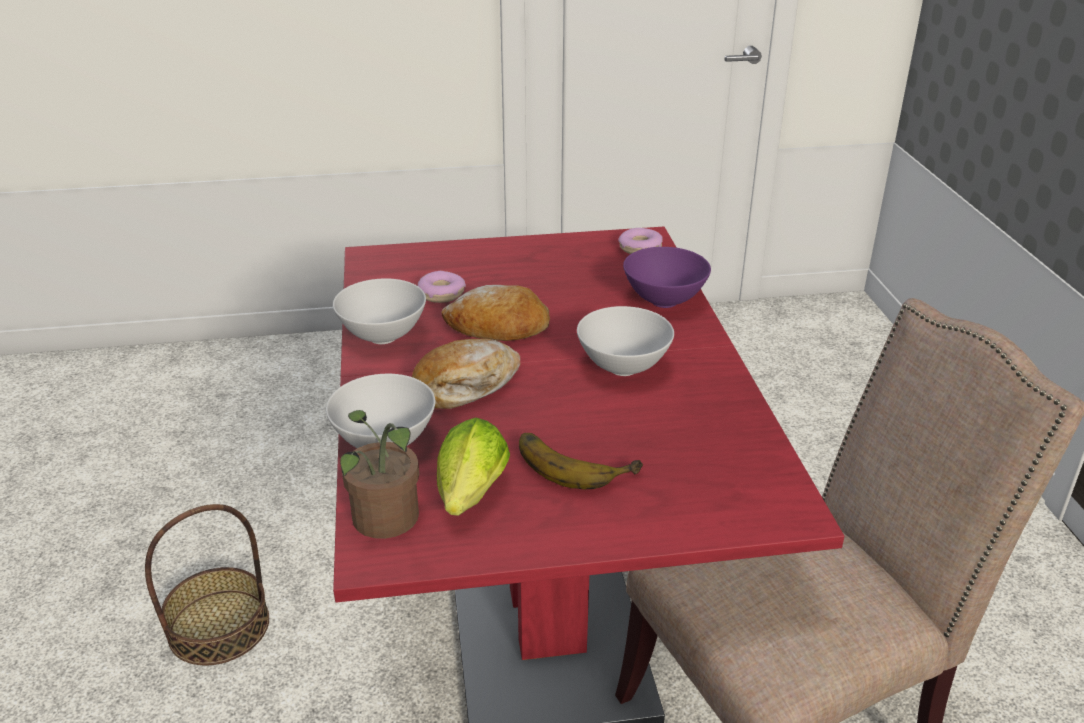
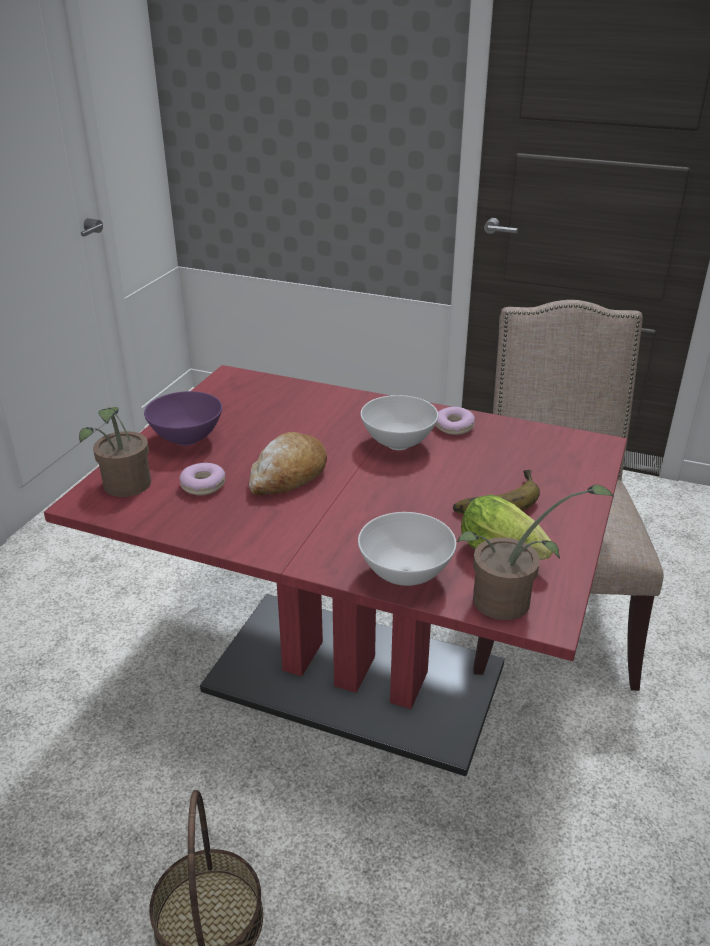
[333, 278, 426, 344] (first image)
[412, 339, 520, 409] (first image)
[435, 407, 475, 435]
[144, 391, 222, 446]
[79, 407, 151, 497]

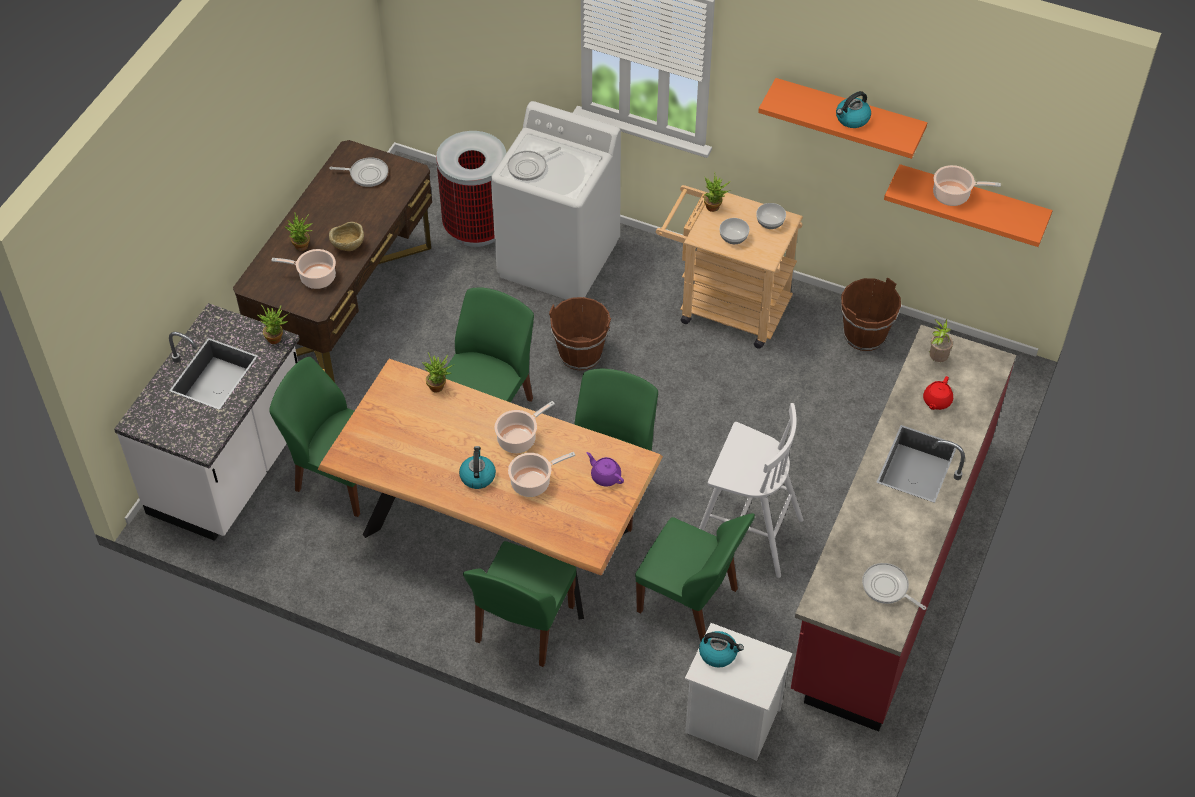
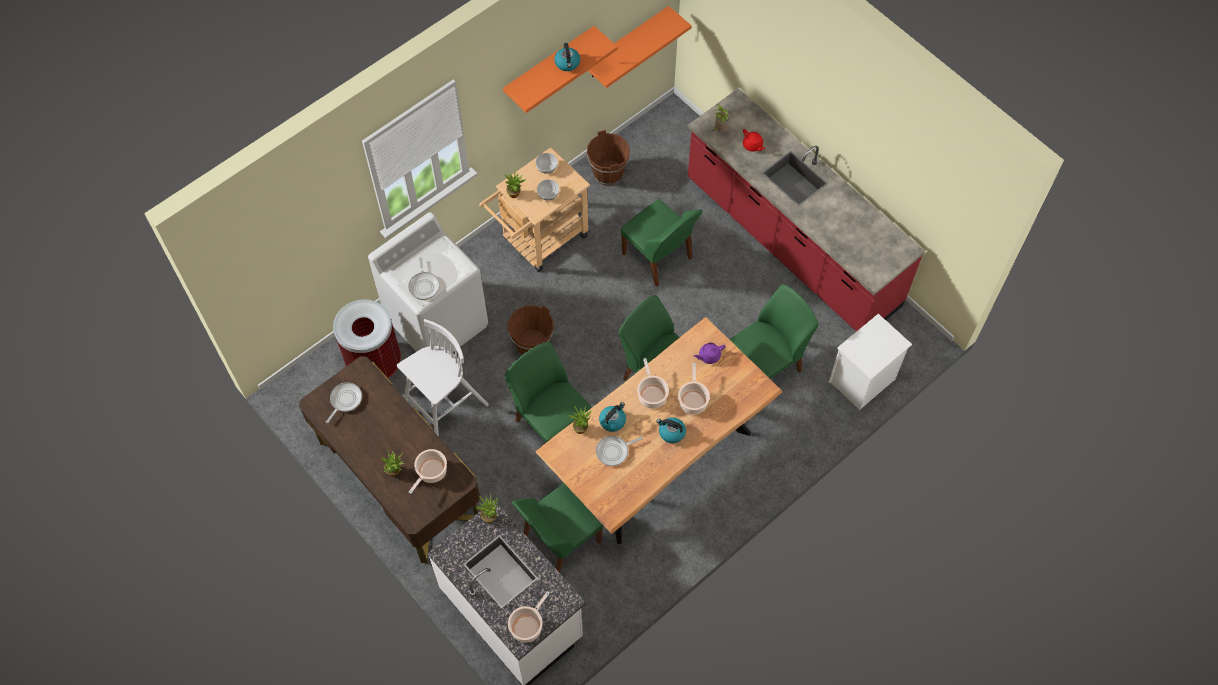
[329, 222, 364, 251] (first image)
[621, 199, 703, 287]
[397, 319, 489, 437]
[599, 402, 626, 432]
[596, 436, 643, 466]
[508, 591, 550, 643]

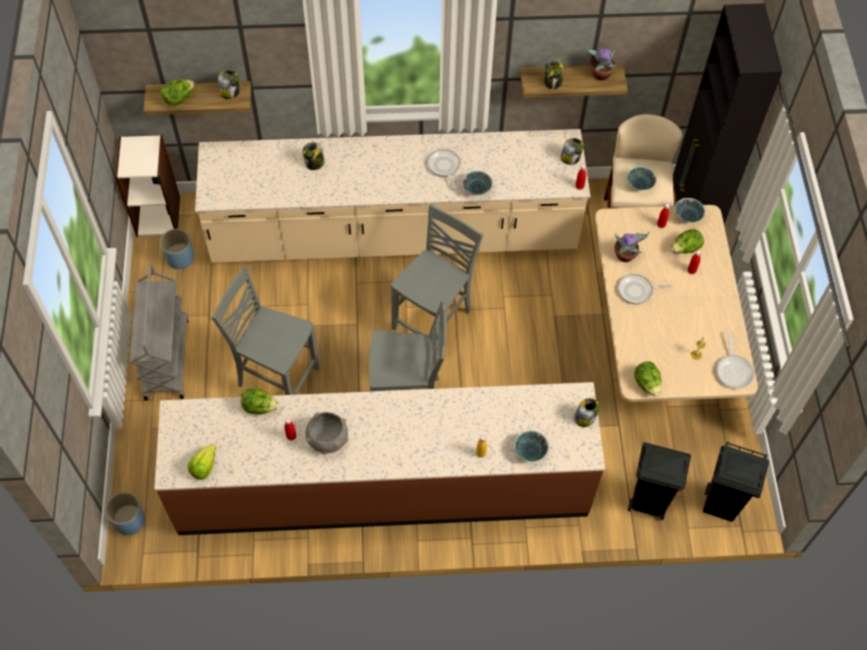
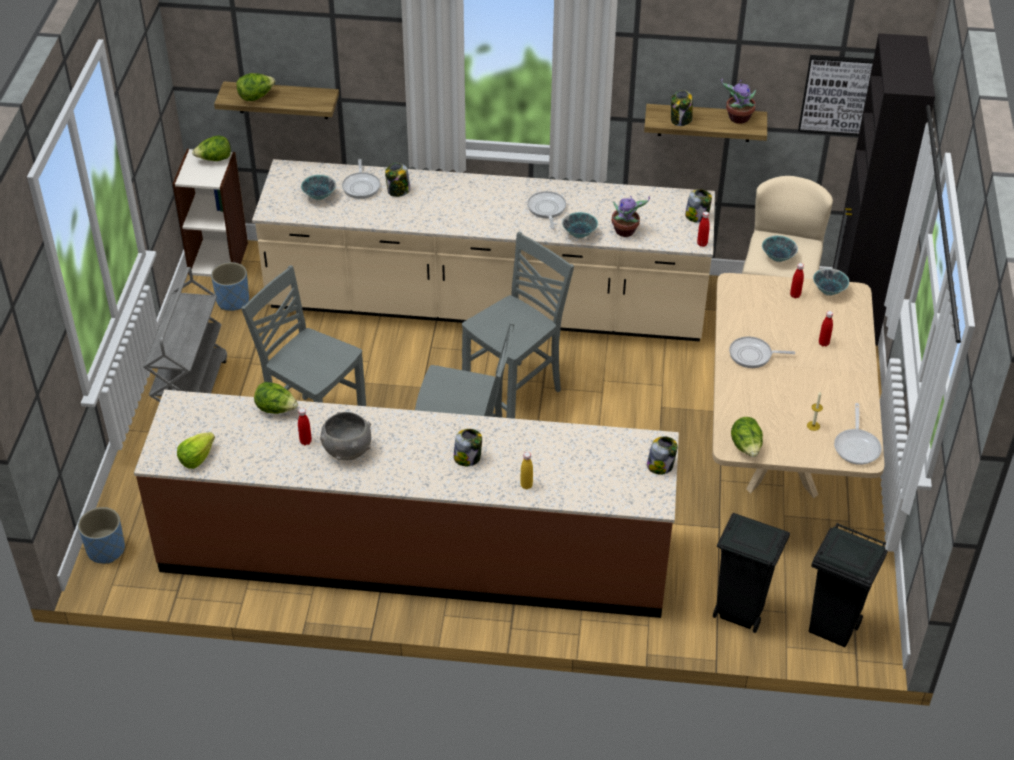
[454, 429, 482, 466]
[301, 175, 336, 201]
[612, 196, 650, 237]
[192, 136, 231, 161]
[342, 159, 381, 199]
[798, 55, 873, 136]

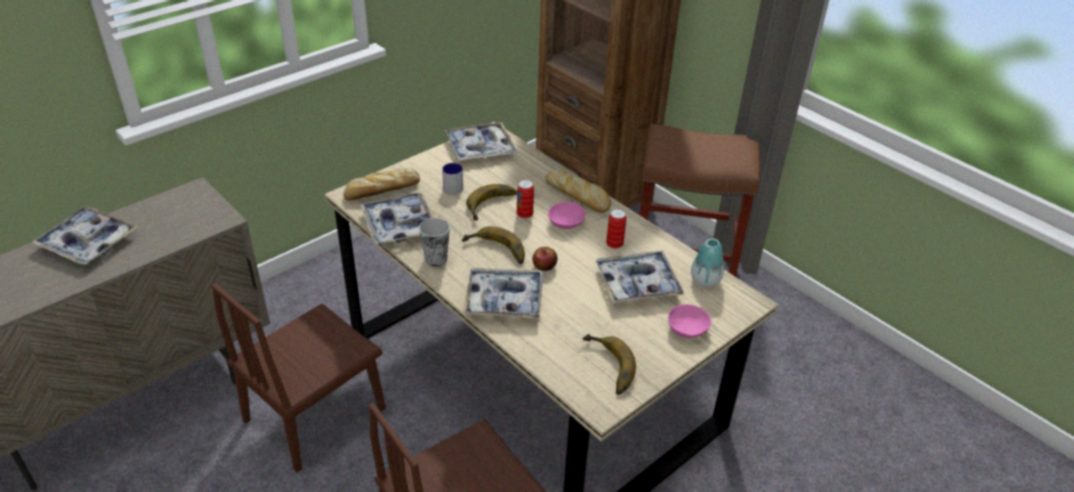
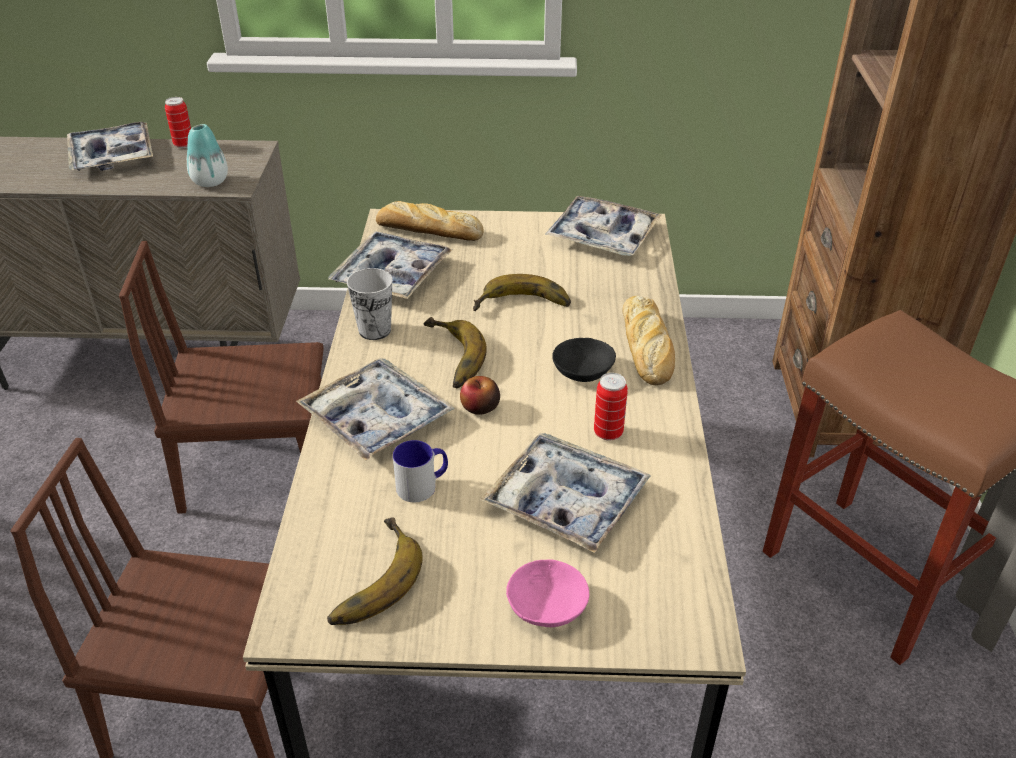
[393, 440, 448, 502]
[165, 97, 191, 148]
[552, 338, 616, 382]
[187, 124, 228, 187]

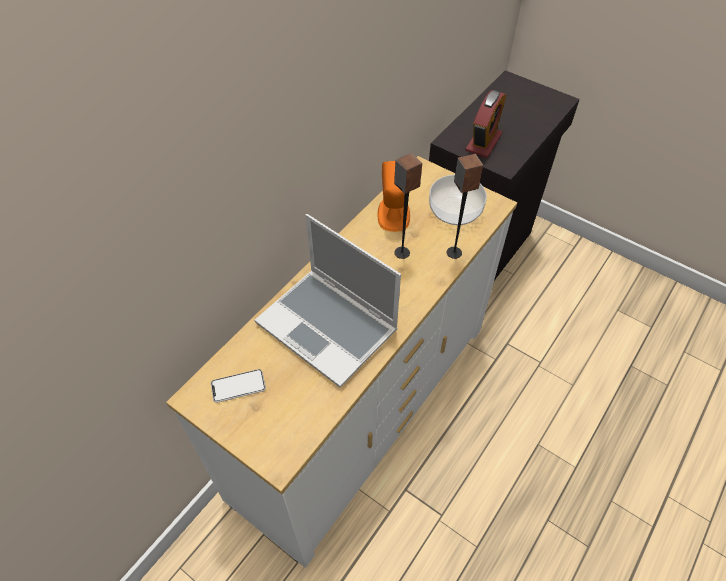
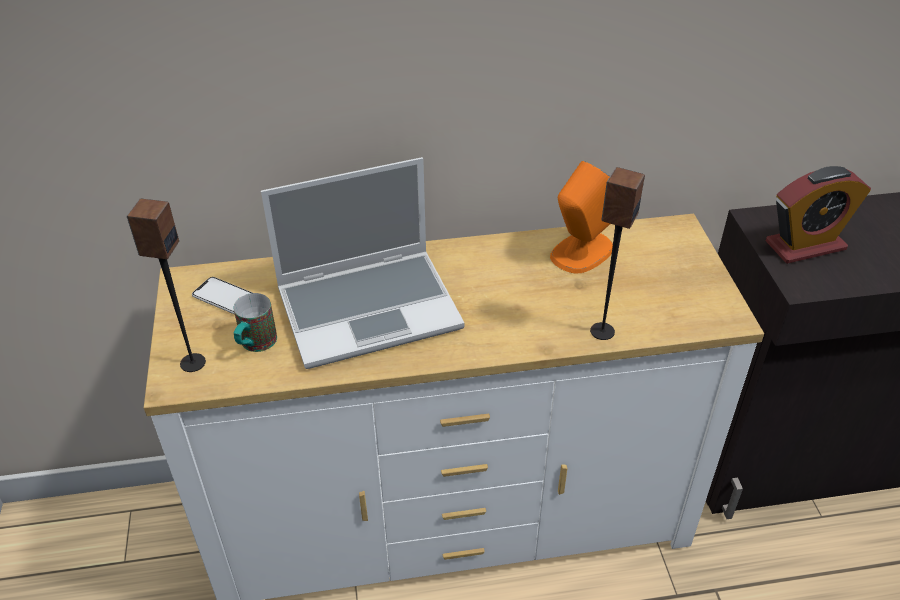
[261, 157, 465, 369]
[127, 199, 206, 372]
[429, 175, 487, 225] (first image)
[234, 293, 277, 352]

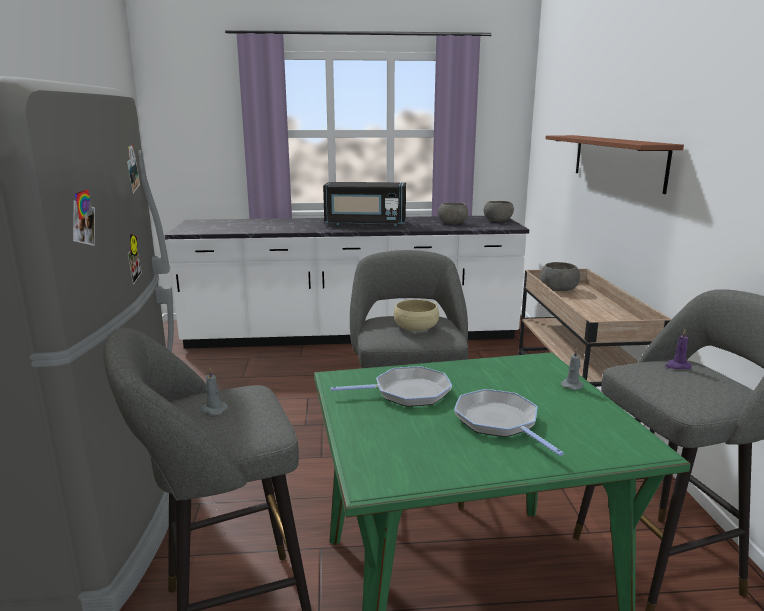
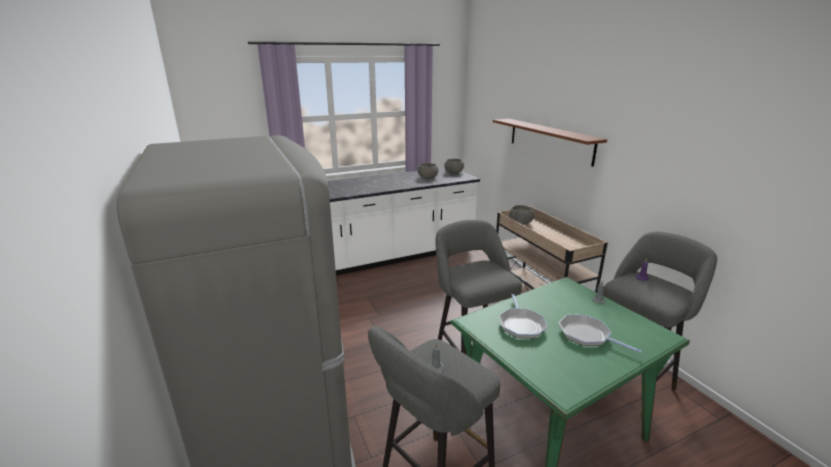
[323, 182, 406, 226] (first image)
[499, 294, 548, 338]
[394, 299, 439, 331] (first image)

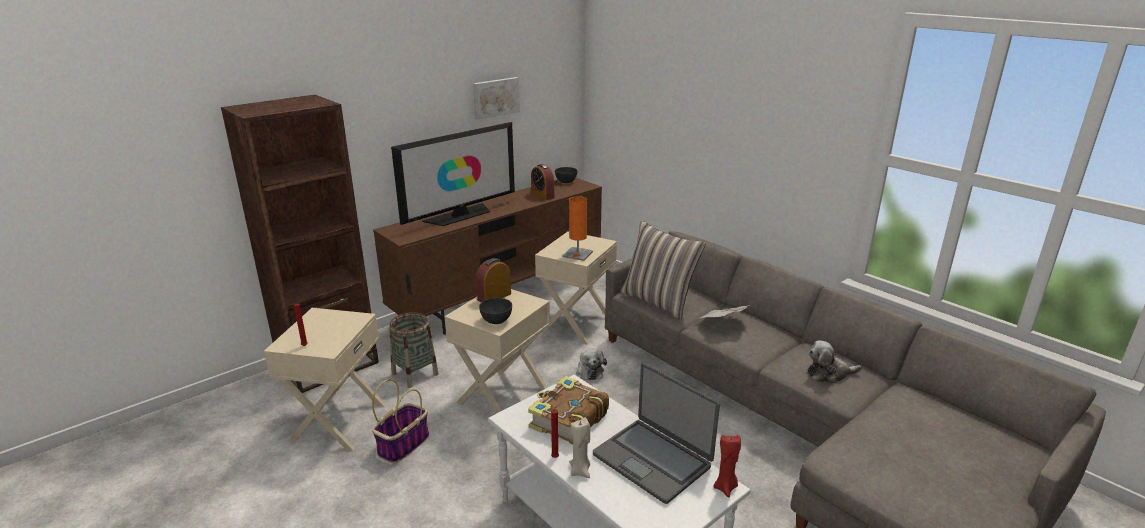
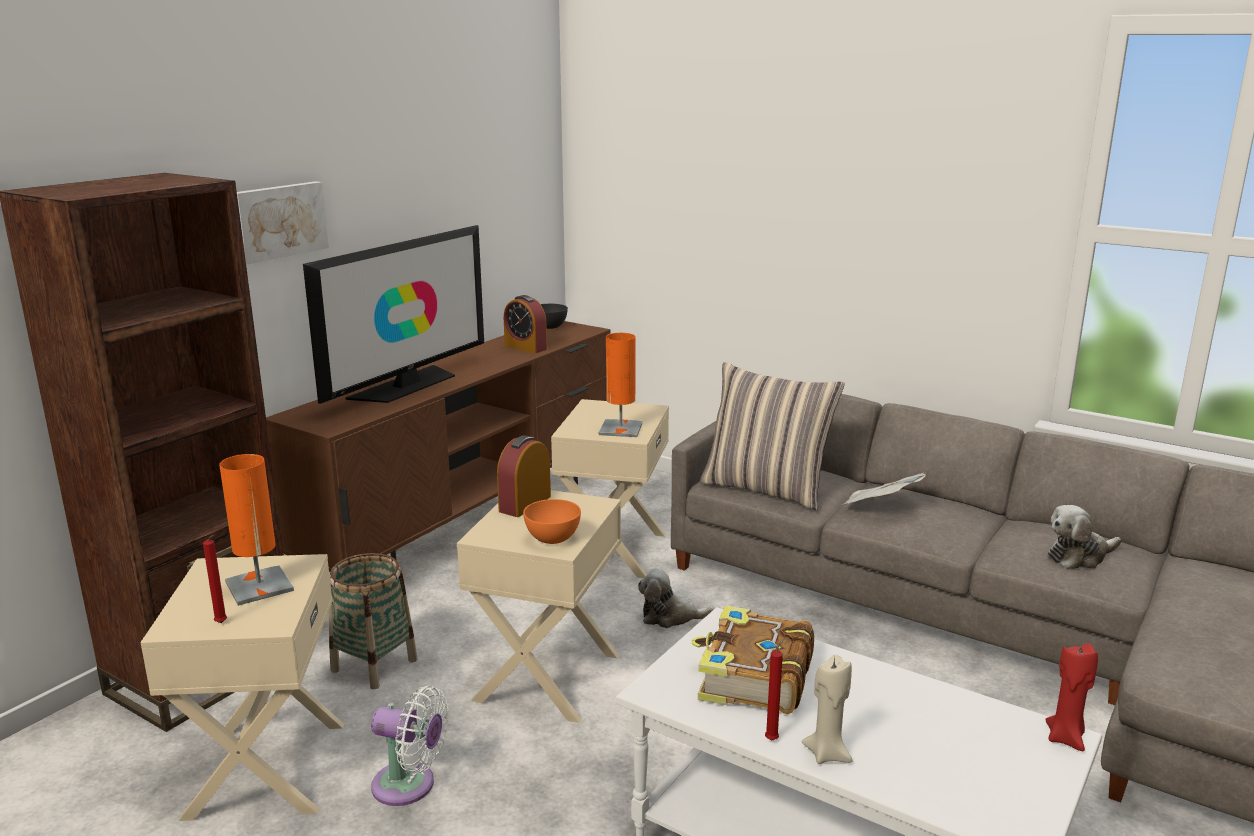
[371, 685, 448, 806]
[237, 181, 329, 264]
[523, 499, 581, 544]
[638, 568, 715, 628]
[593, 363, 720, 504] (first image)
[219, 454, 294, 606]

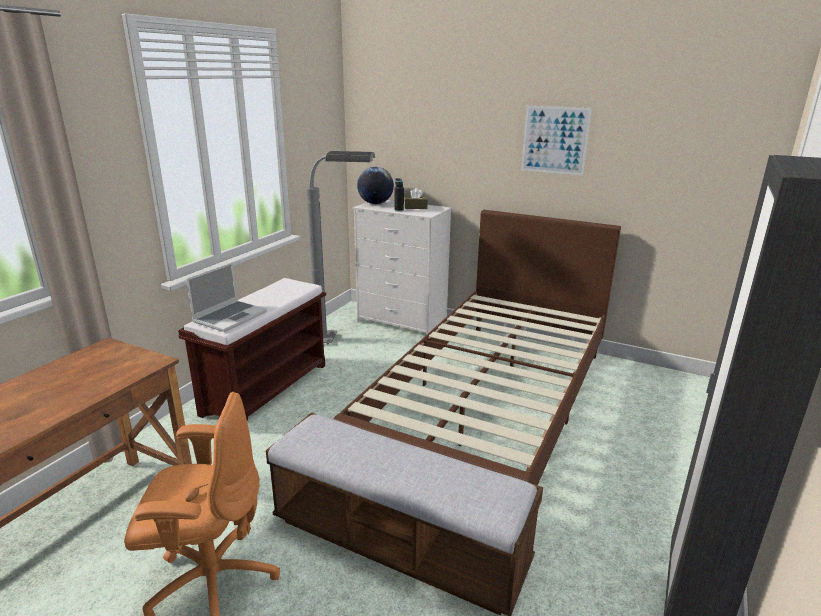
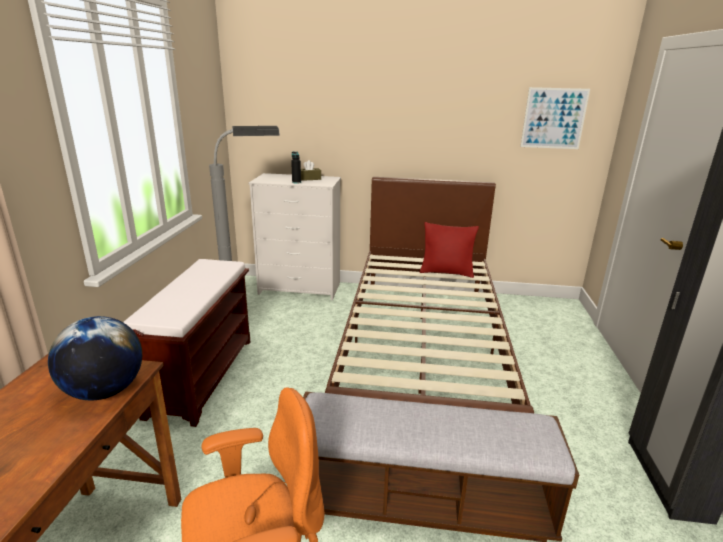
[186, 262, 267, 332] (first image)
[48, 316, 142, 400]
[520, 87, 590, 149]
[420, 222, 479, 278]

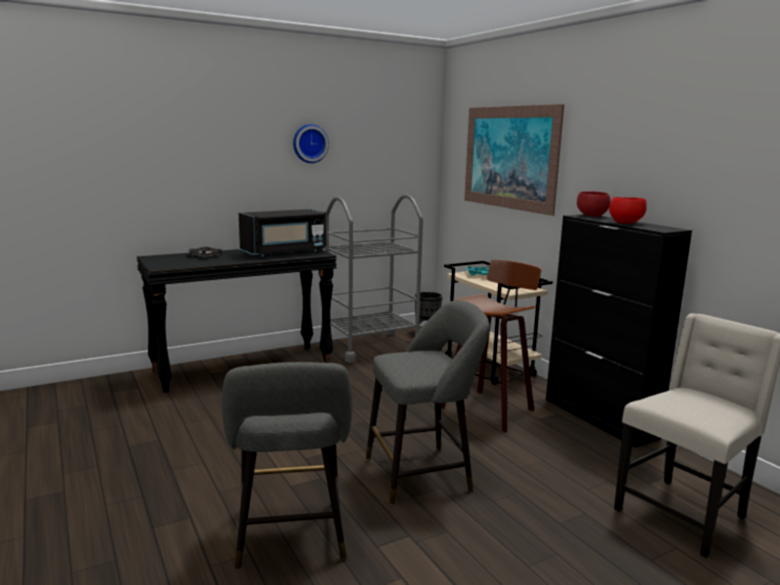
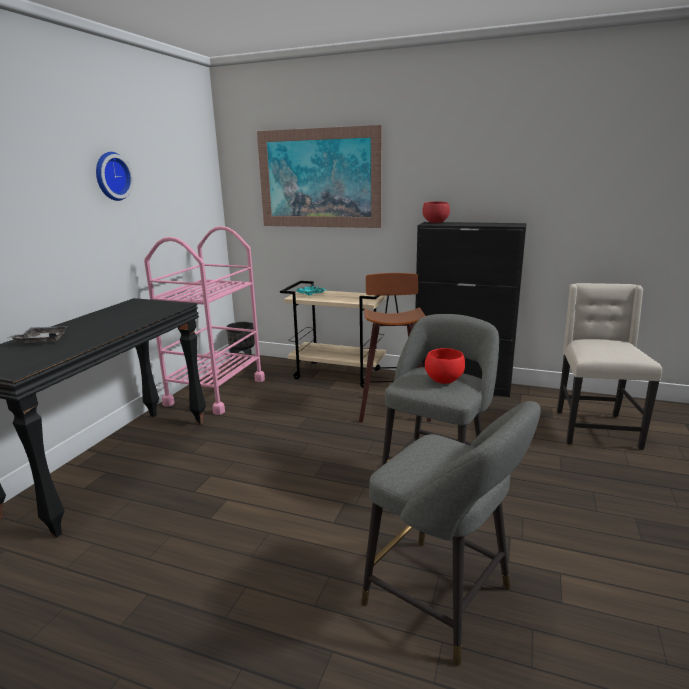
[239, 209, 326, 257] (first image)
[144, 226, 265, 415]
[425, 348, 465, 384]

